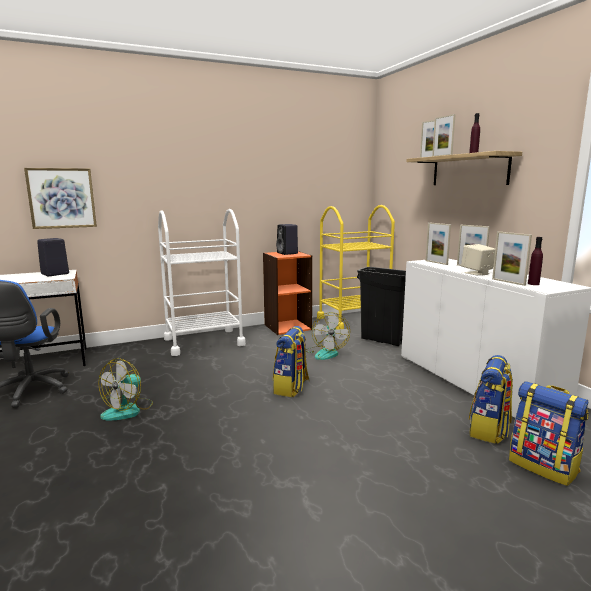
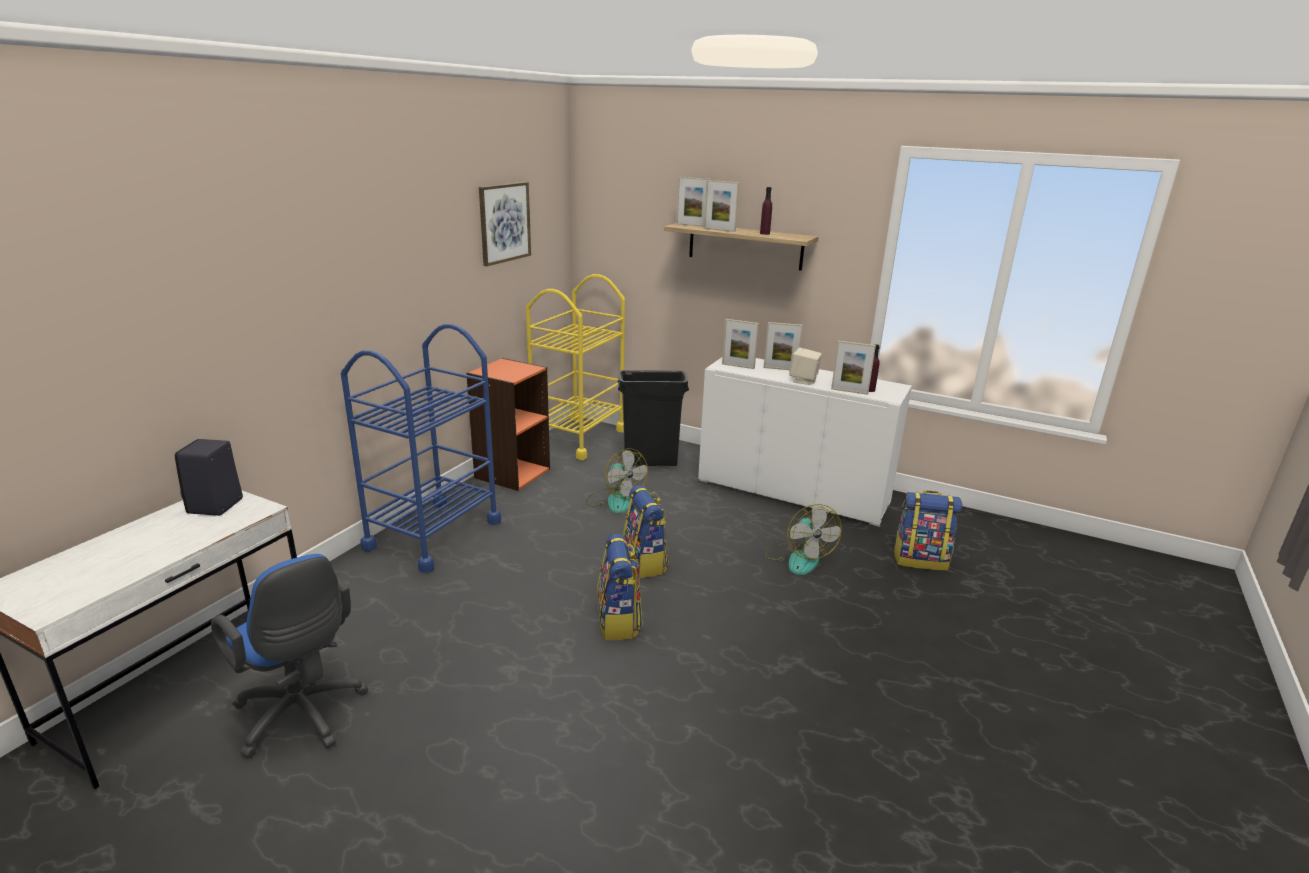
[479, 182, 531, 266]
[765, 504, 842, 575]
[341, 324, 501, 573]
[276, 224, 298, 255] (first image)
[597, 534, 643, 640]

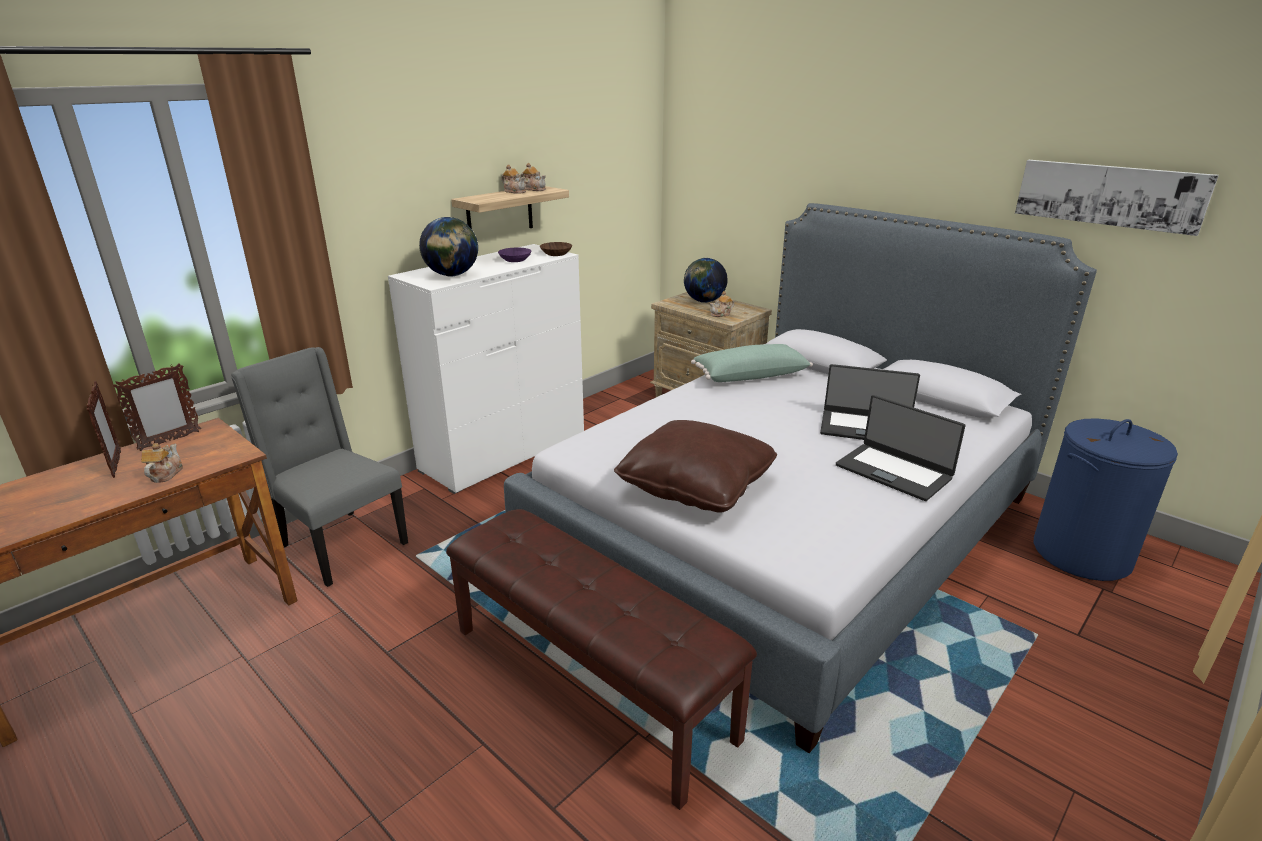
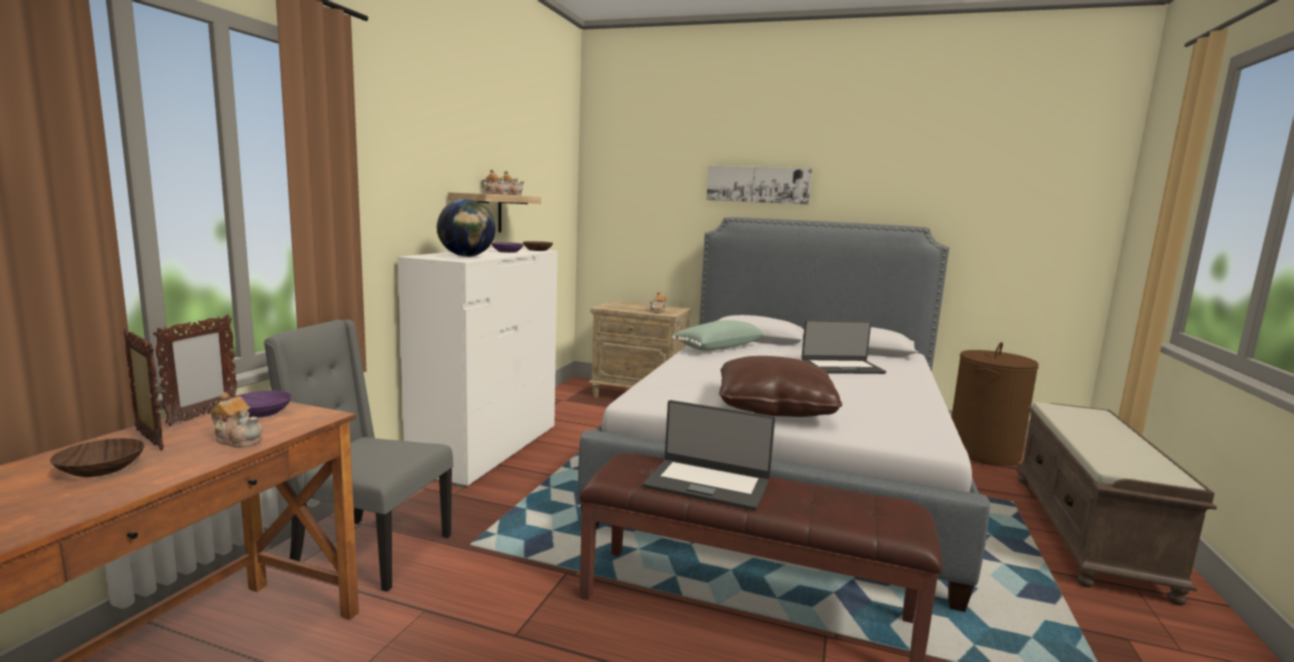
[211, 392, 263, 448]
[684, 258, 728, 303] (first image)
[643, 400, 775, 510]
[706, 166, 812, 204]
[951, 342, 1039, 466]
[50, 438, 145, 477]
[232, 391, 292, 418]
[1017, 402, 1217, 606]

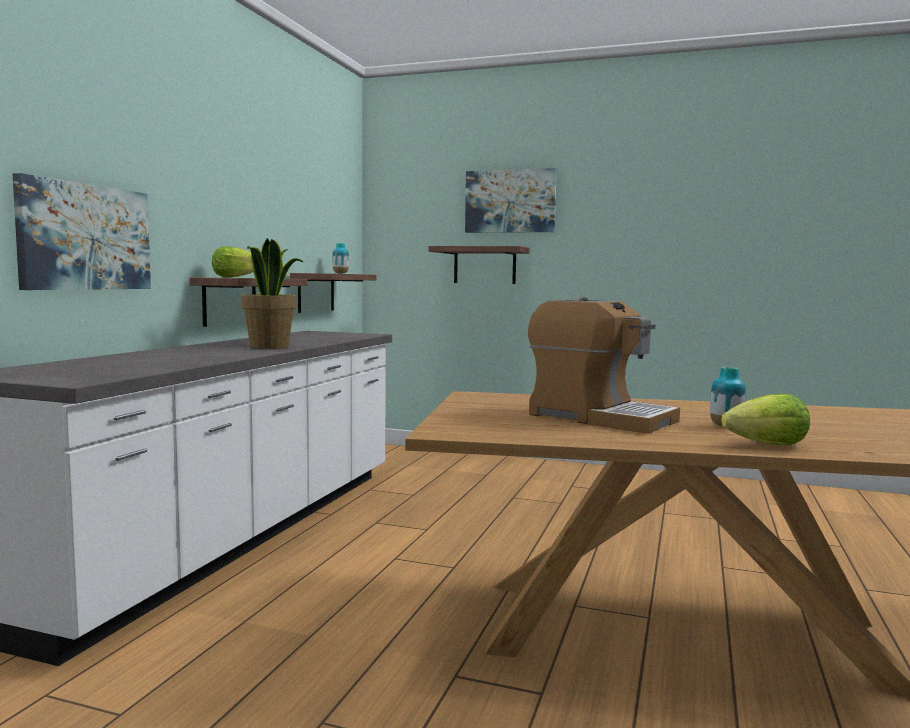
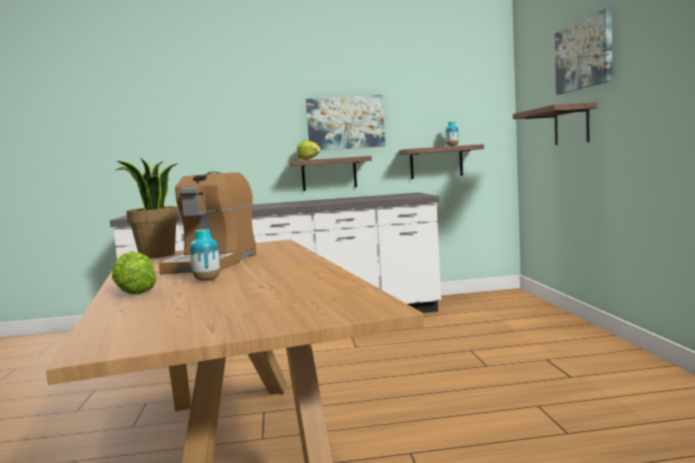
[306, 95, 385, 150]
[116, 157, 179, 258]

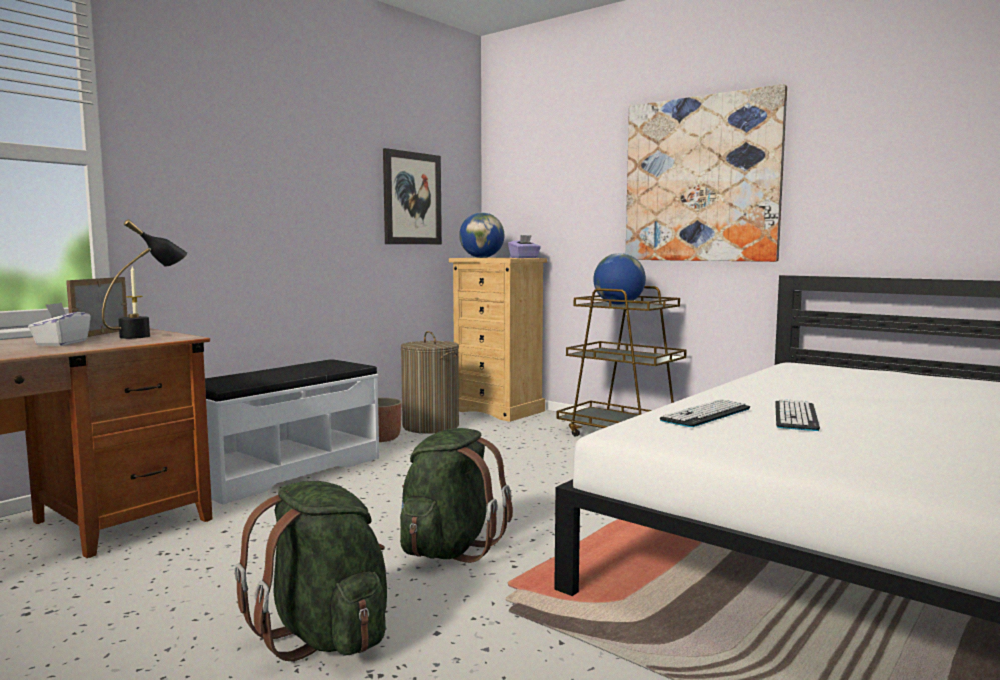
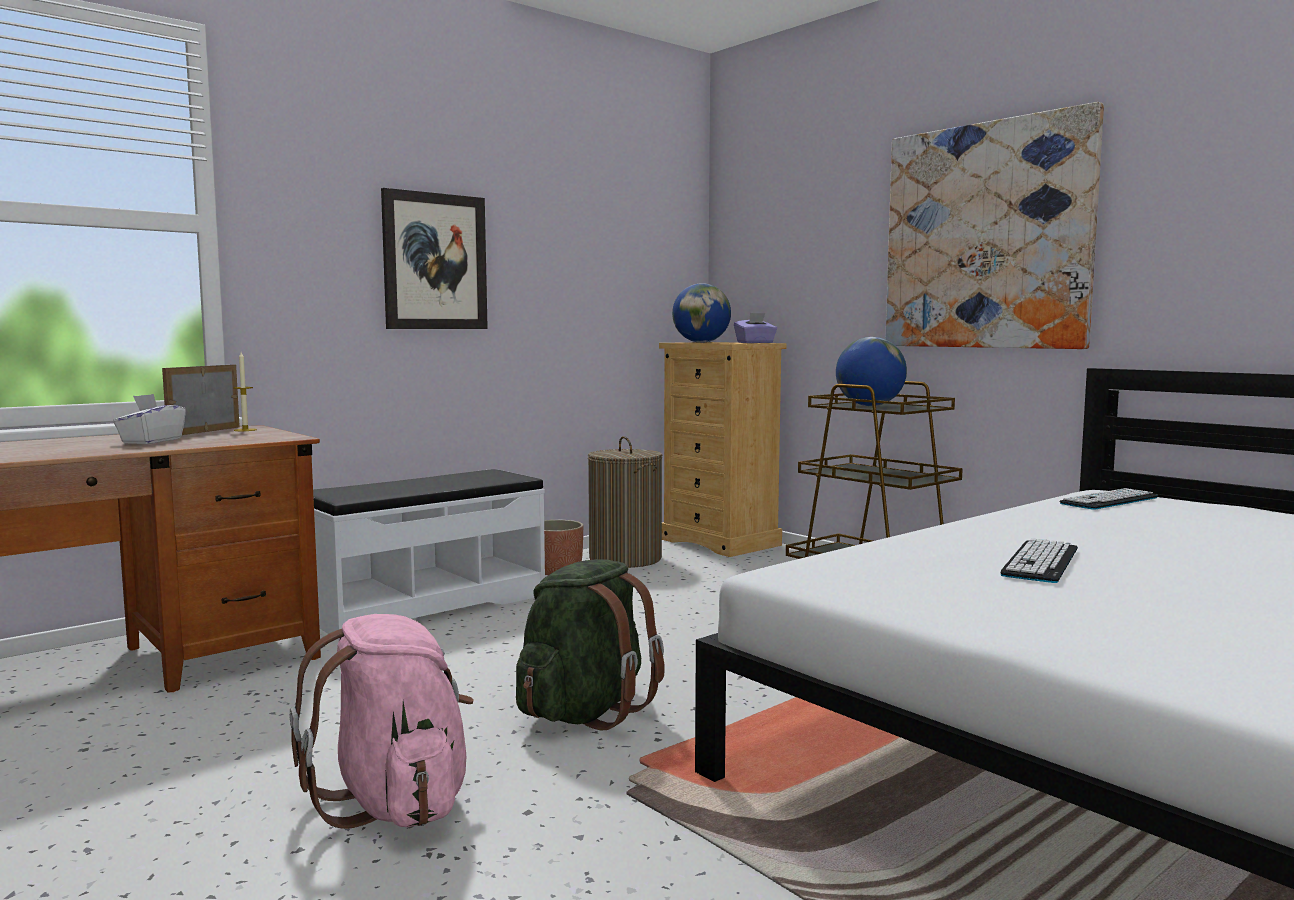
[102, 219, 187, 339] (first image)
[290, 614, 474, 829]
[381, 188, 488, 329]
[1059, 488, 1158, 510]

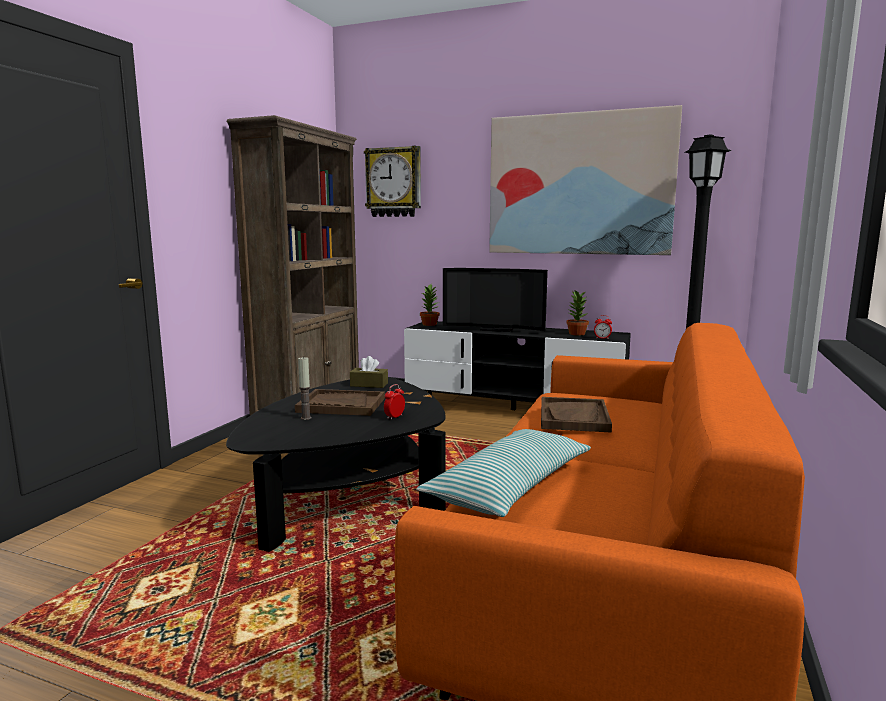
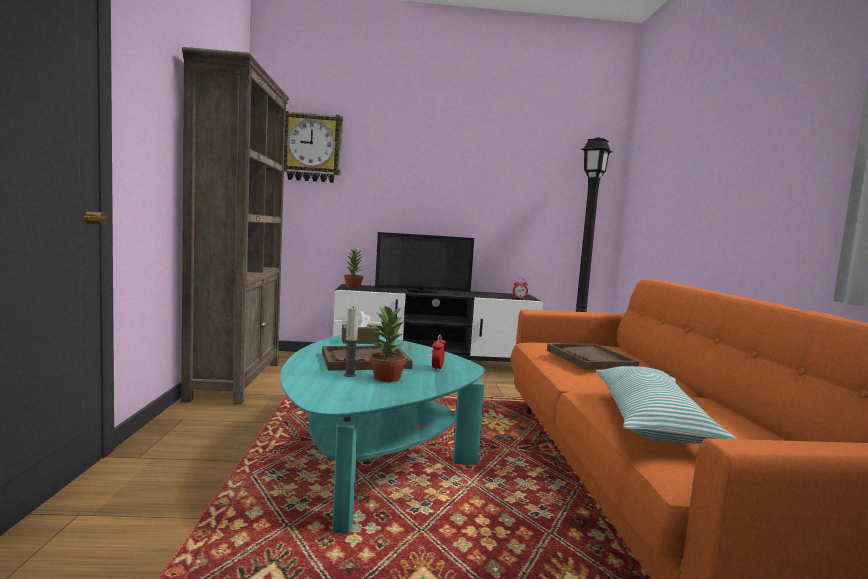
[280, 335, 485, 533]
[489, 105, 682, 255] (first image)
[370, 305, 407, 382]

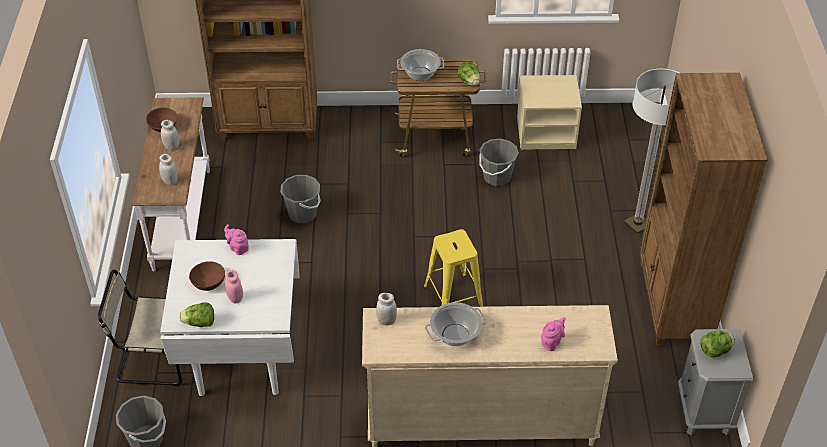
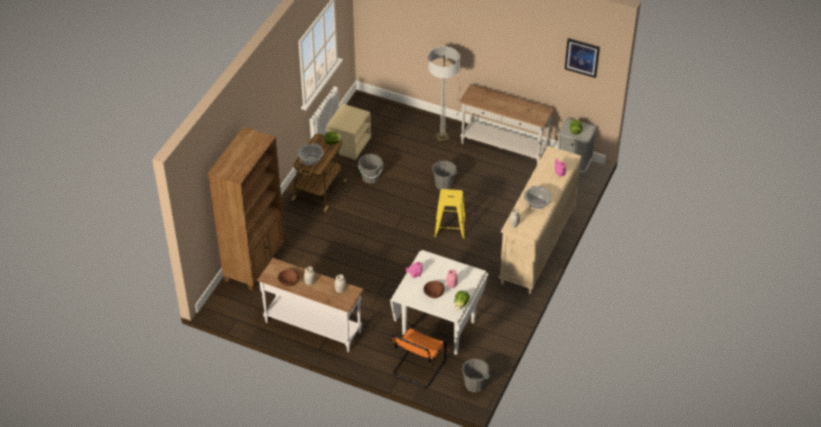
[392, 326, 447, 388]
[432, 161, 457, 190]
[459, 84, 555, 165]
[564, 38, 600, 78]

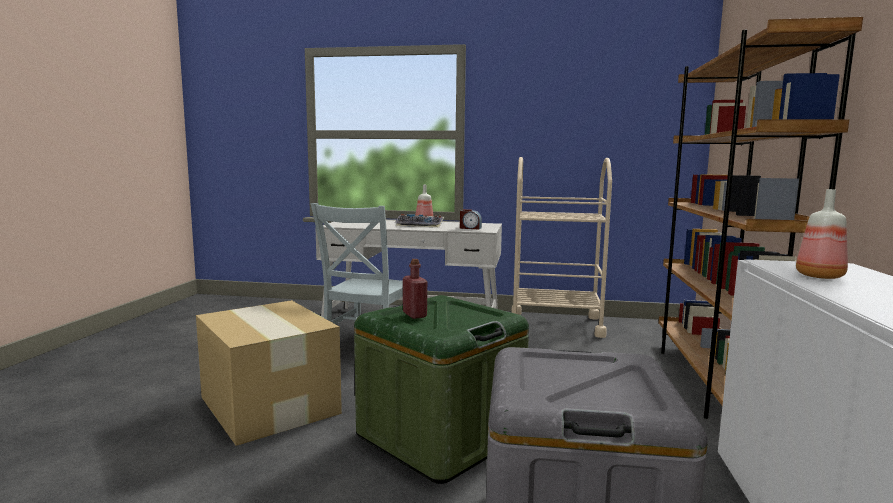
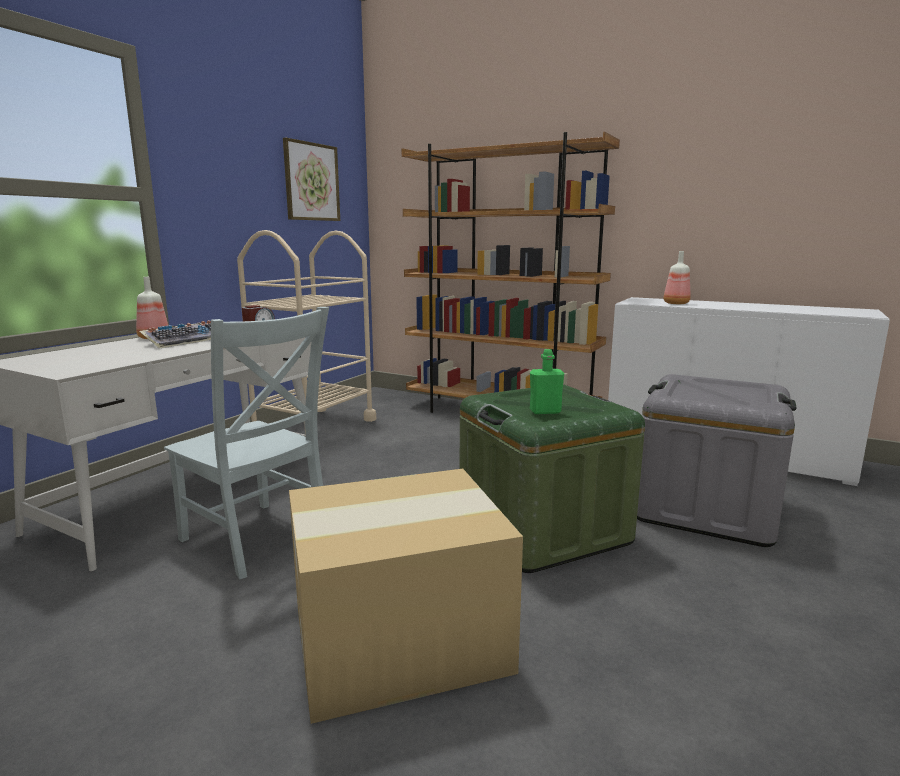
[530, 349, 564, 414]
[283, 138, 340, 221]

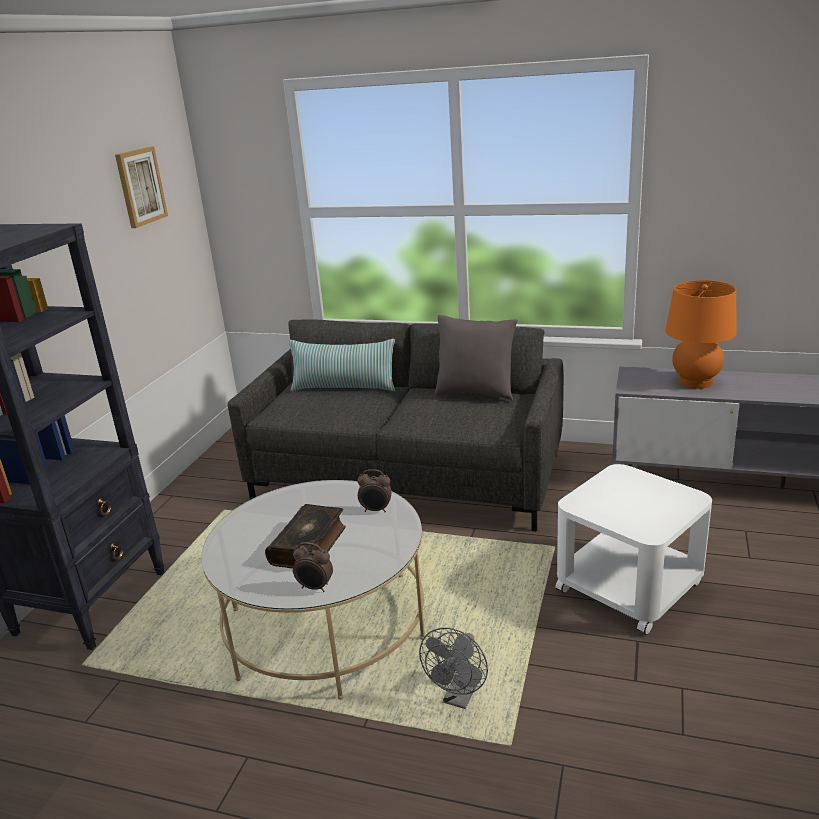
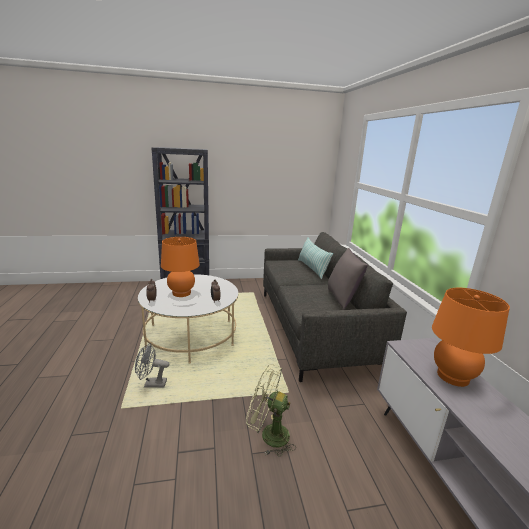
[115, 146, 168, 228] (first image)
[161, 237, 200, 297]
[246, 364, 296, 457]

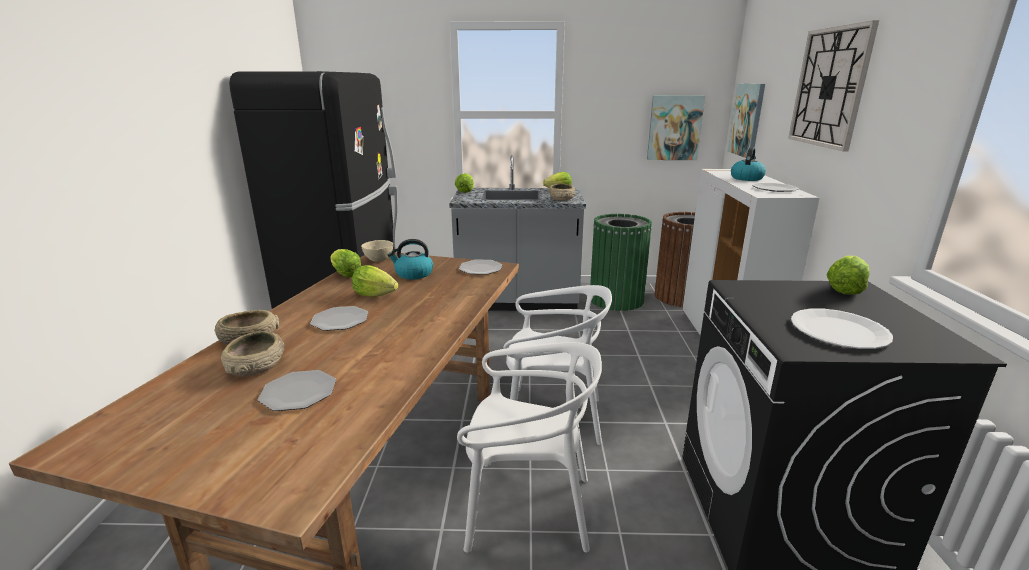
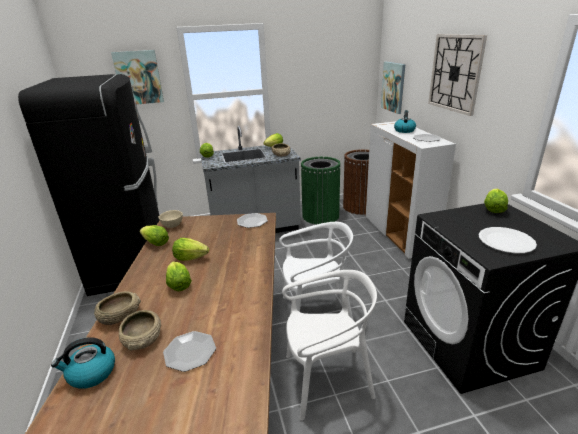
[166, 261, 192, 291]
[51, 337, 115, 389]
[111, 50, 164, 104]

